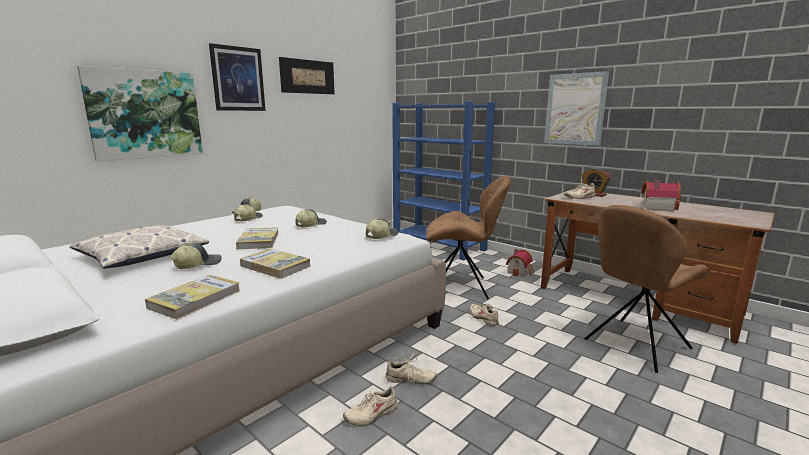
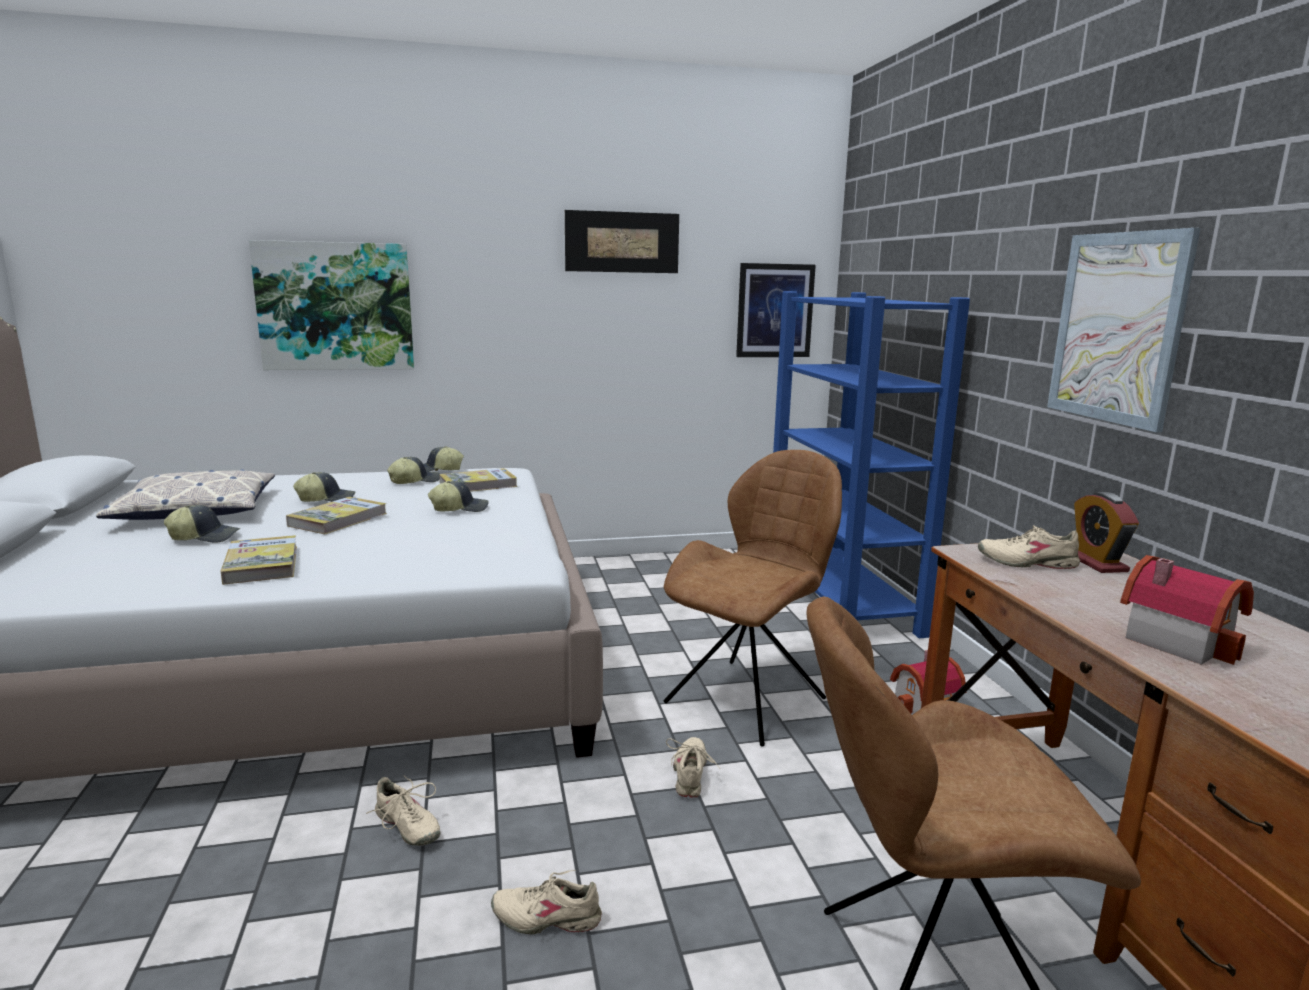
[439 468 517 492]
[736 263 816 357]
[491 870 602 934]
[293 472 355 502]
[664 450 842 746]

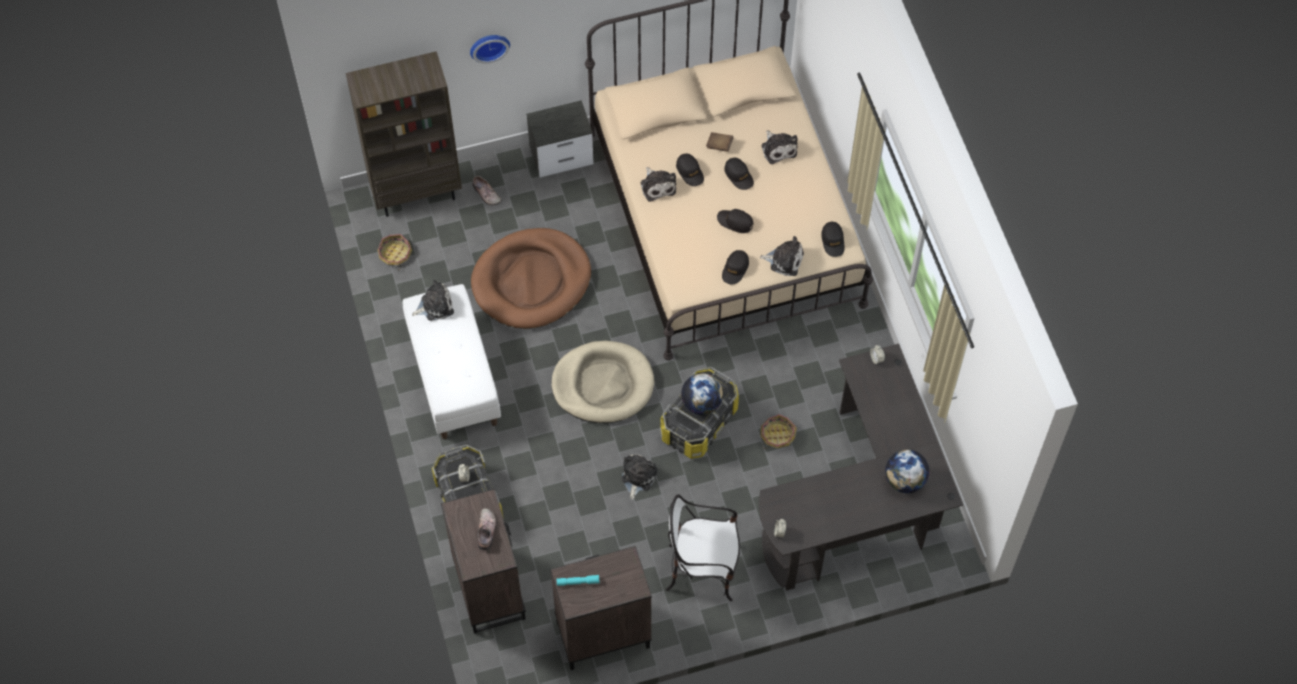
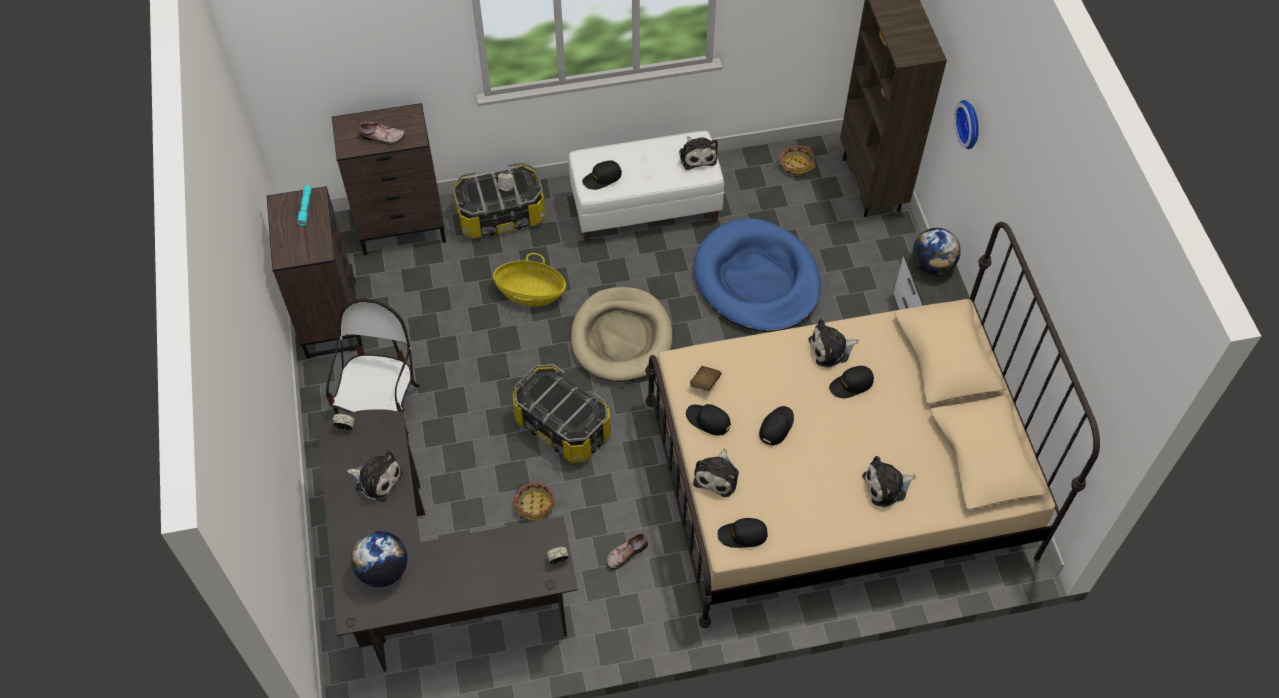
[493 253 566 307]
[606 533 648 570]
[347 451 403 502]
[913 228 961 275]
[690 366 721 392]
[582 160 622 190]
[694 218 821 332]

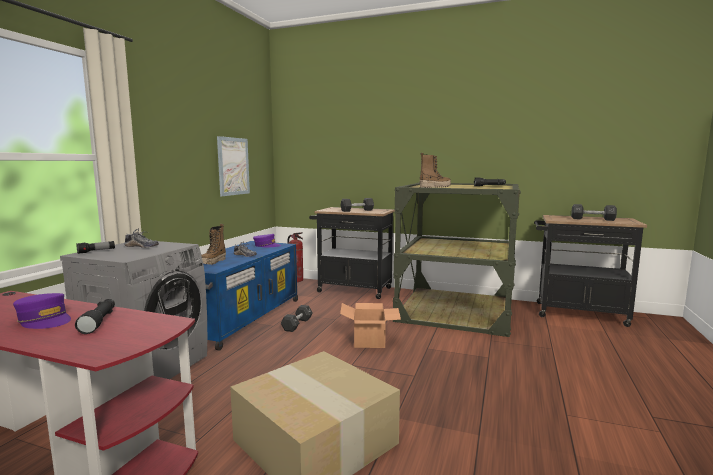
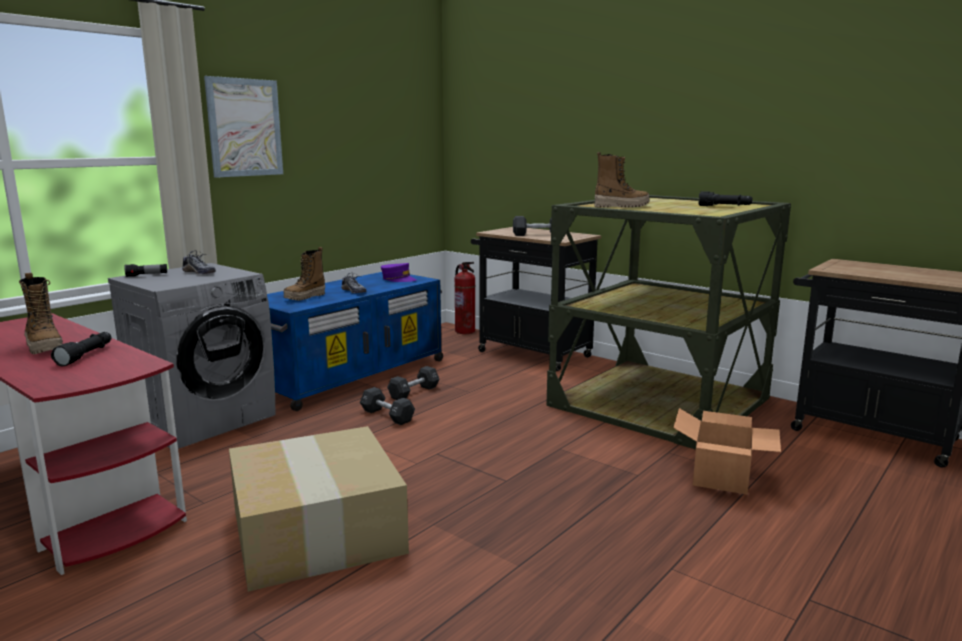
[204 76 283 178]
[673 408 781 495]
[360 387 415 425]
[19 273 63 354]

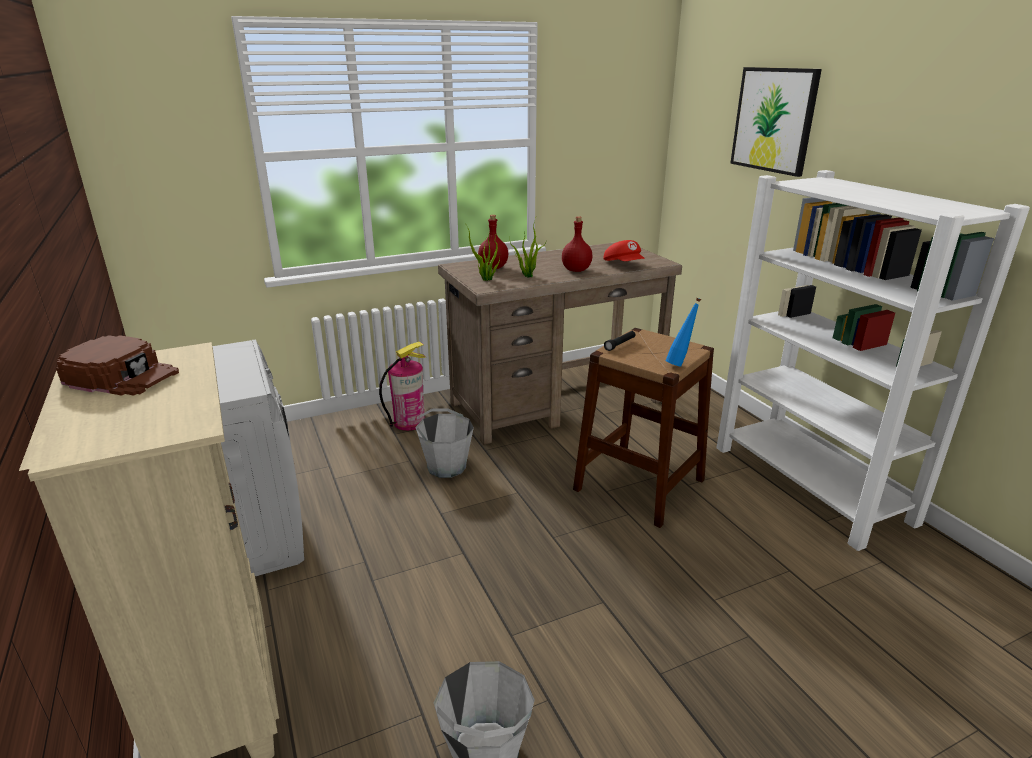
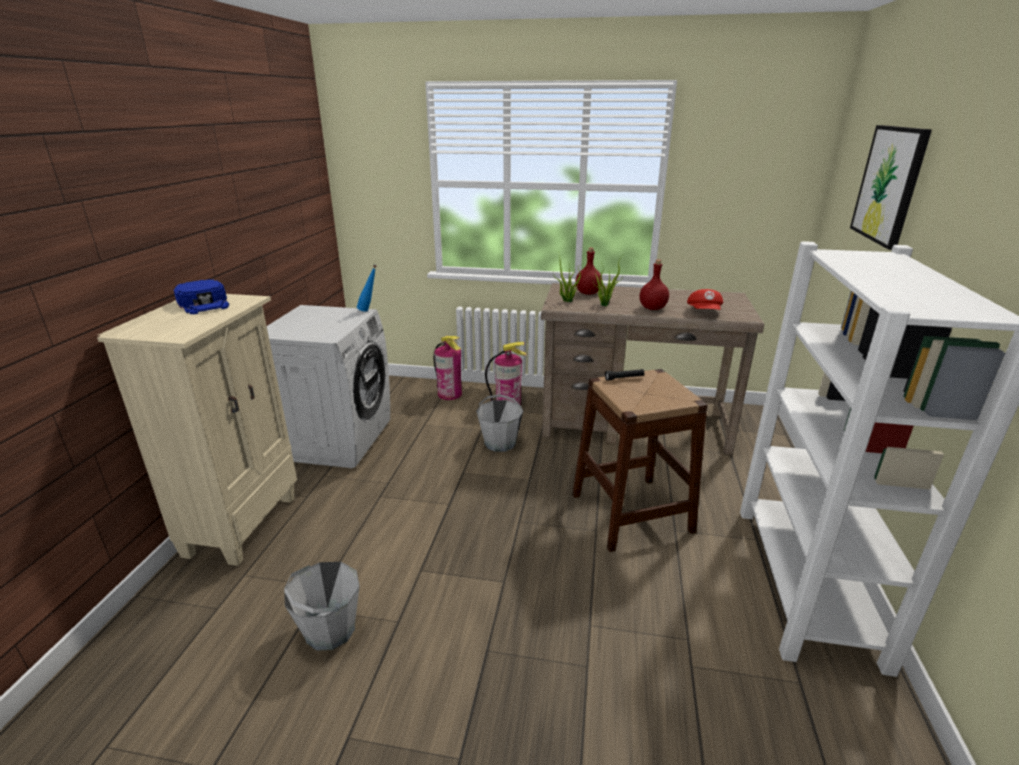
[433 336 462 400]
[357 265 377 312]
[173 279 229 315]

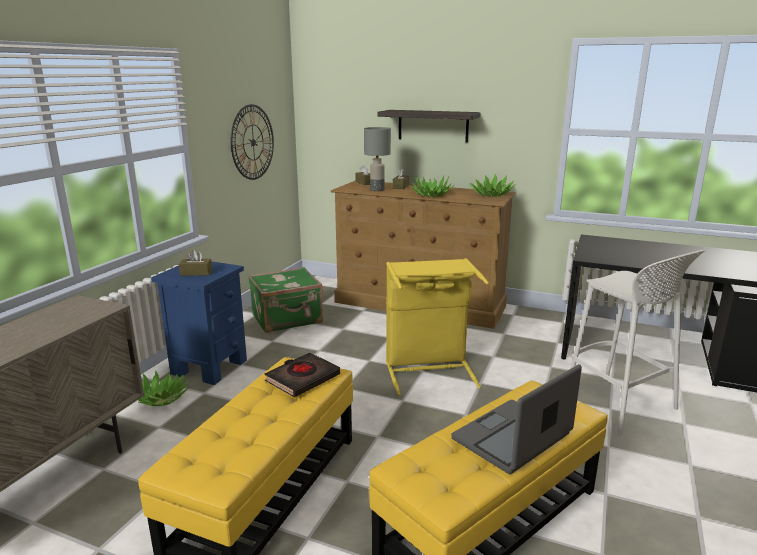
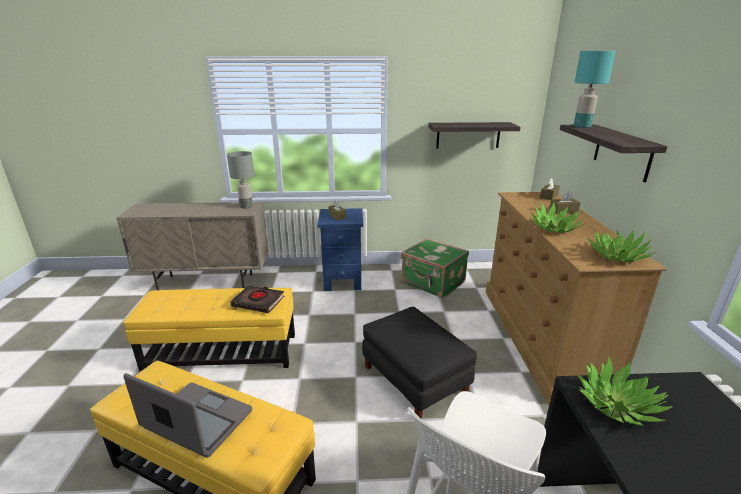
[574 51 616 128]
[577 356 673 426]
[227 151 254 209]
[428 122 521 148]
[362 307 477 419]

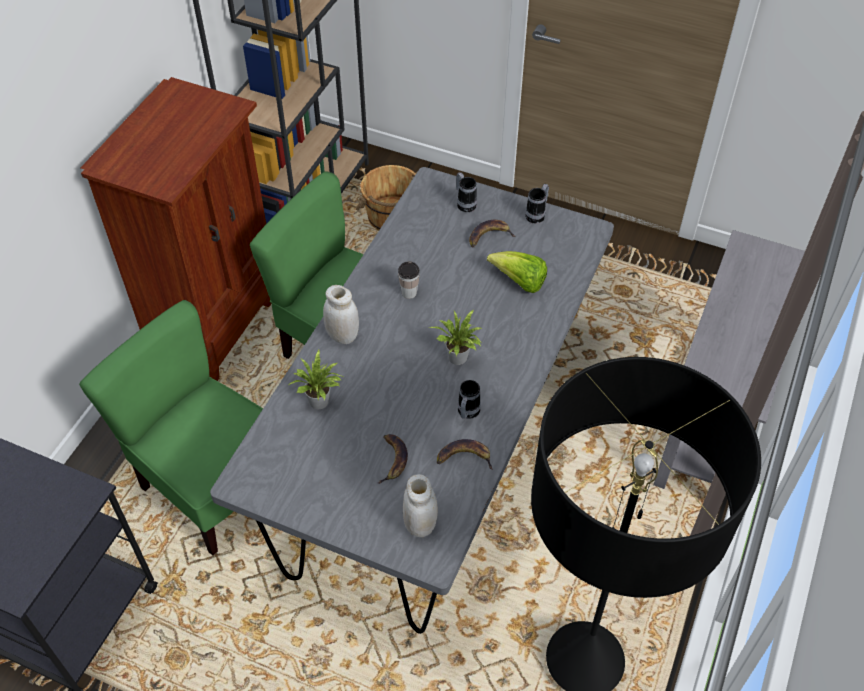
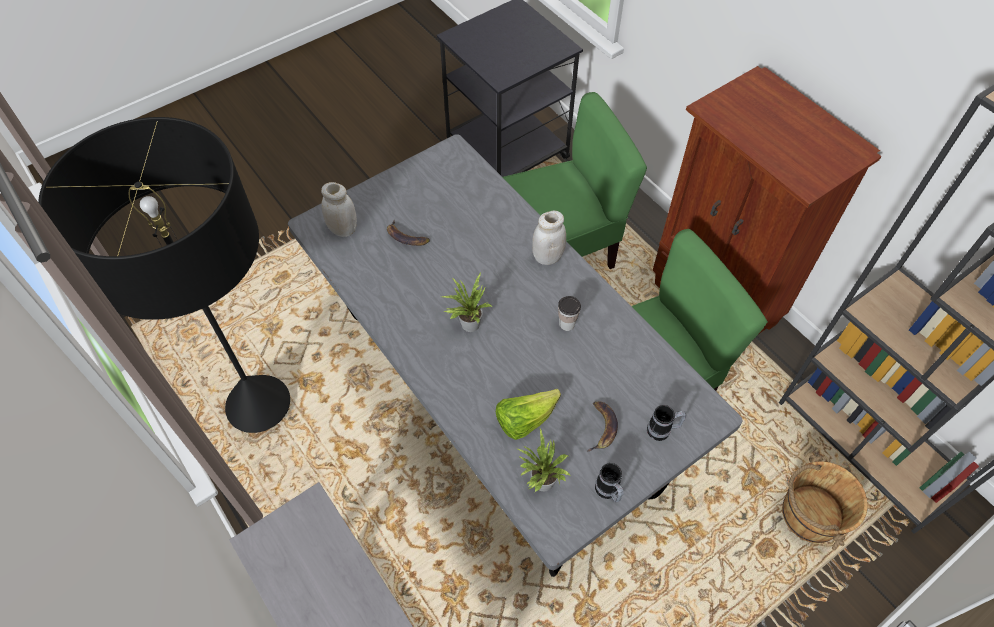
[437 439 493 470] (first image)
[458 380 481 419] (first image)
[517 429 571 492]

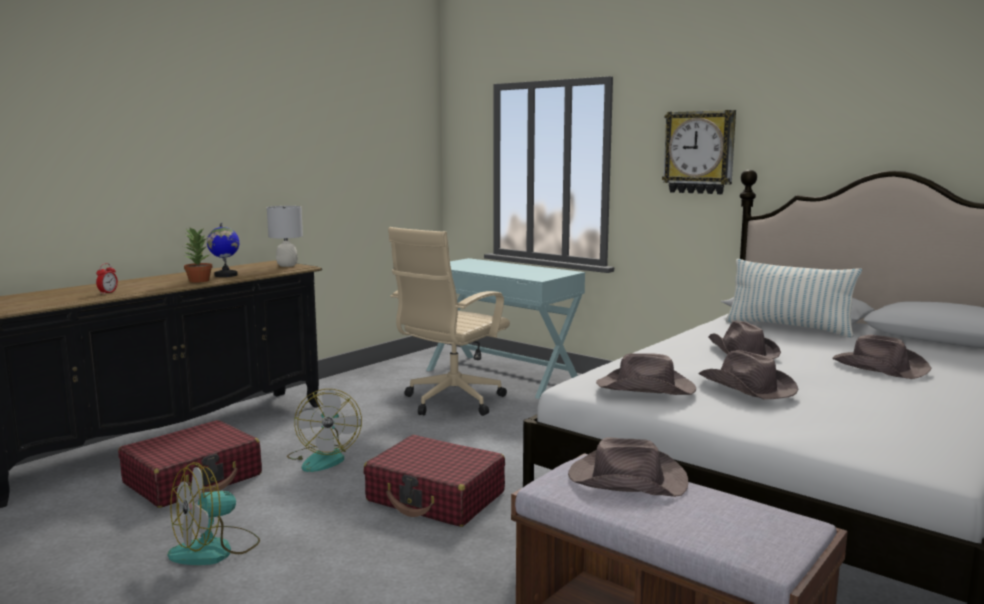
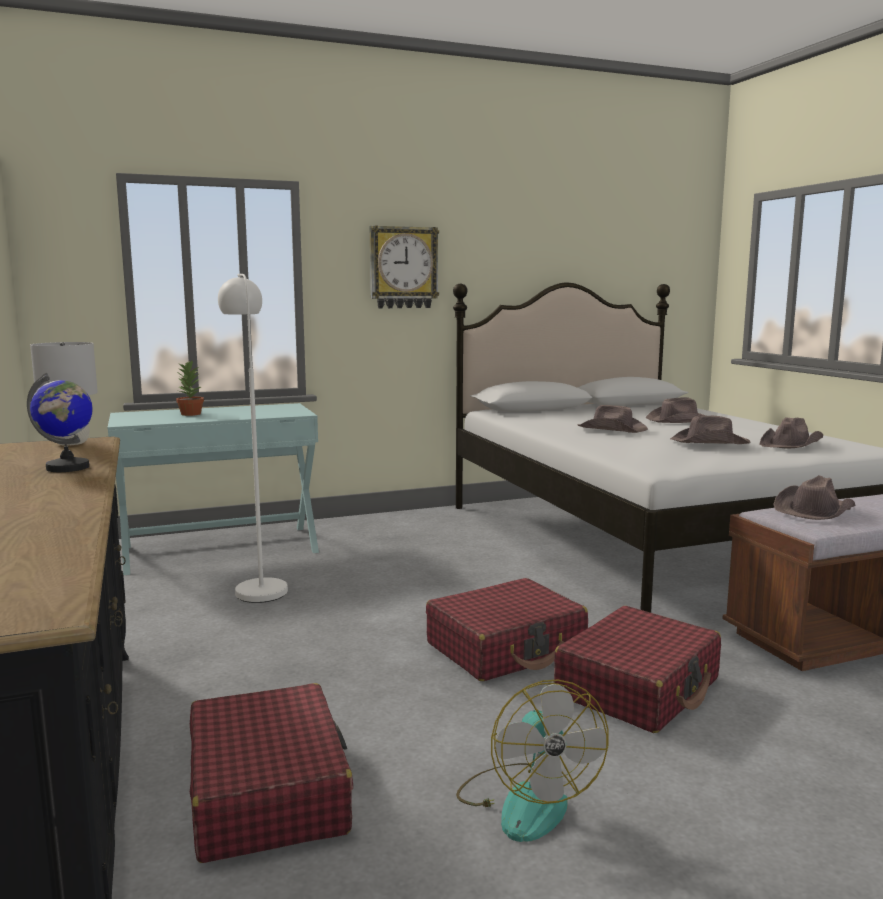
[96 263 118 295] (first image)
[287 389 362 472] (first image)
[726 259 862 337] (first image)
[554 606 721 733]
[176 361 204 416]
[759 417 823 449]
[218 274 288 603]

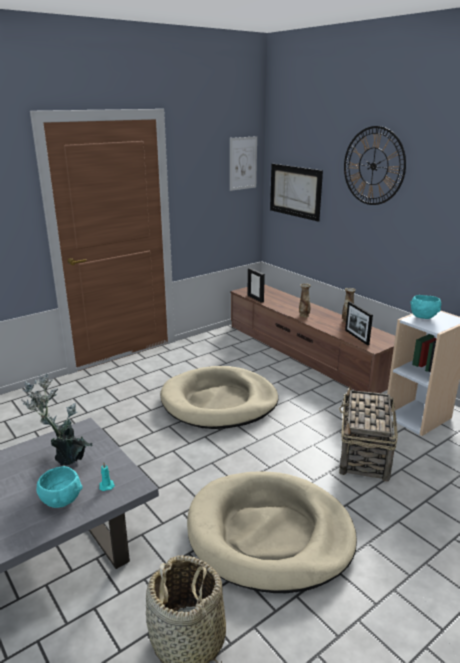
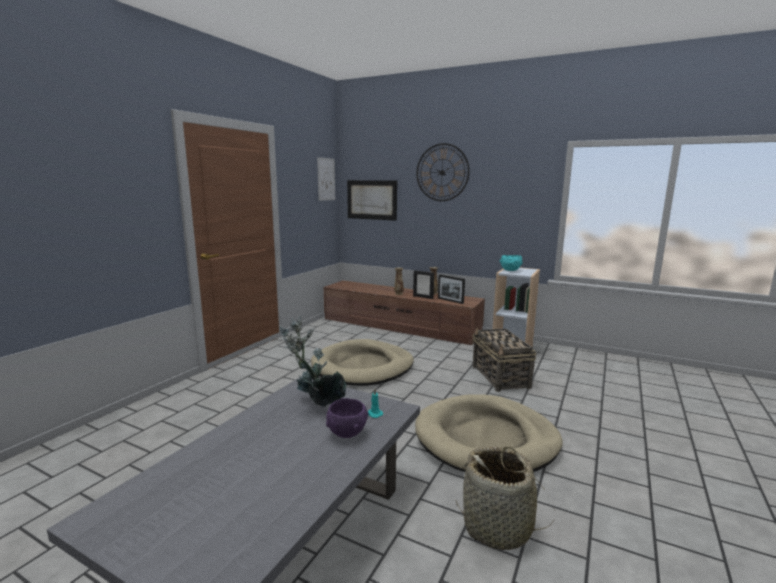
[413 270 434 299]
[326 398 368 438]

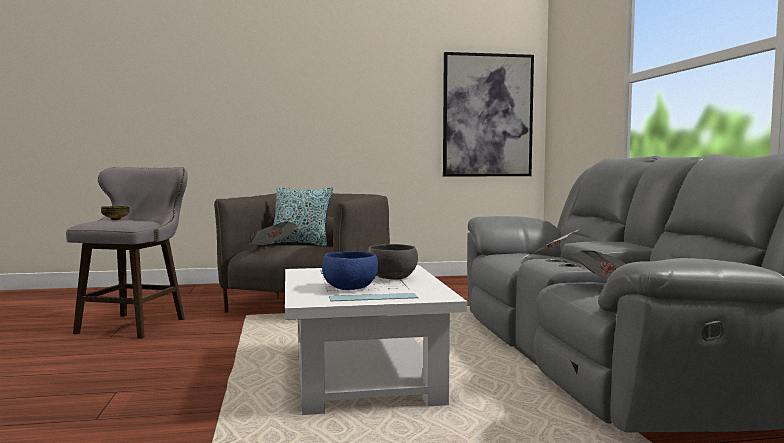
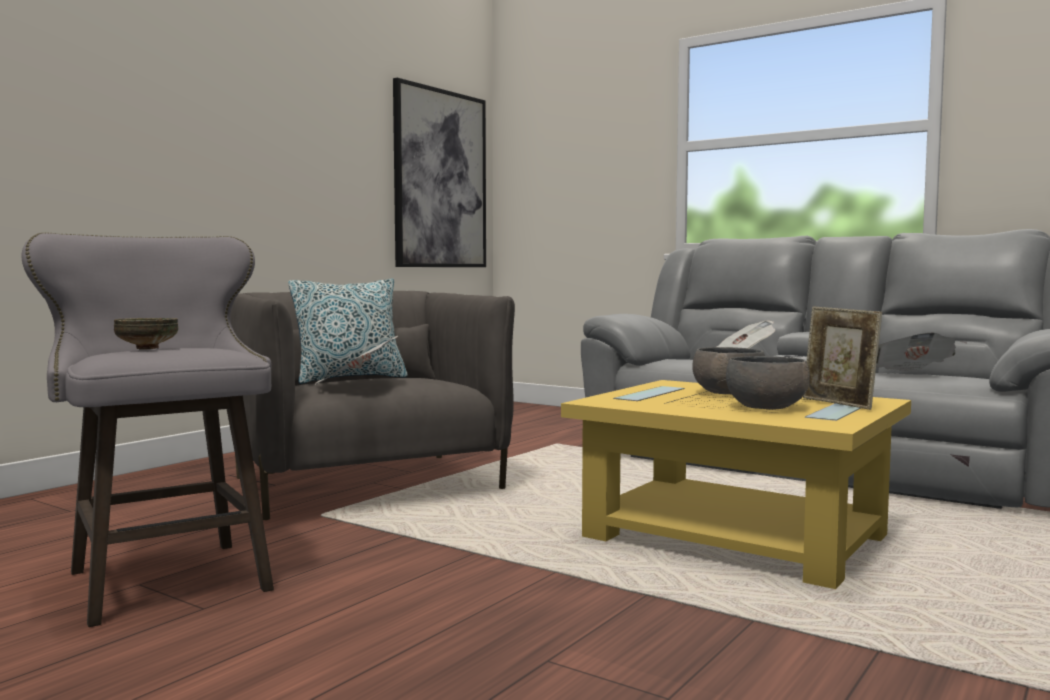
[803 306 882 410]
[561 380 911 589]
[726 356 810 410]

